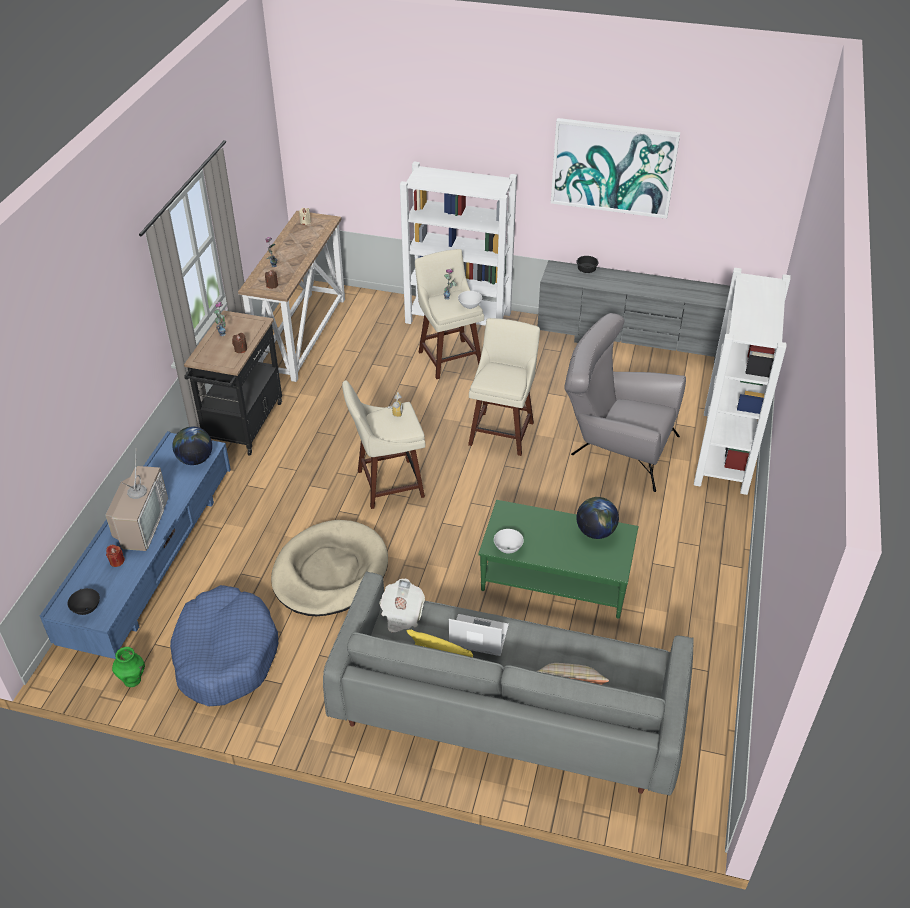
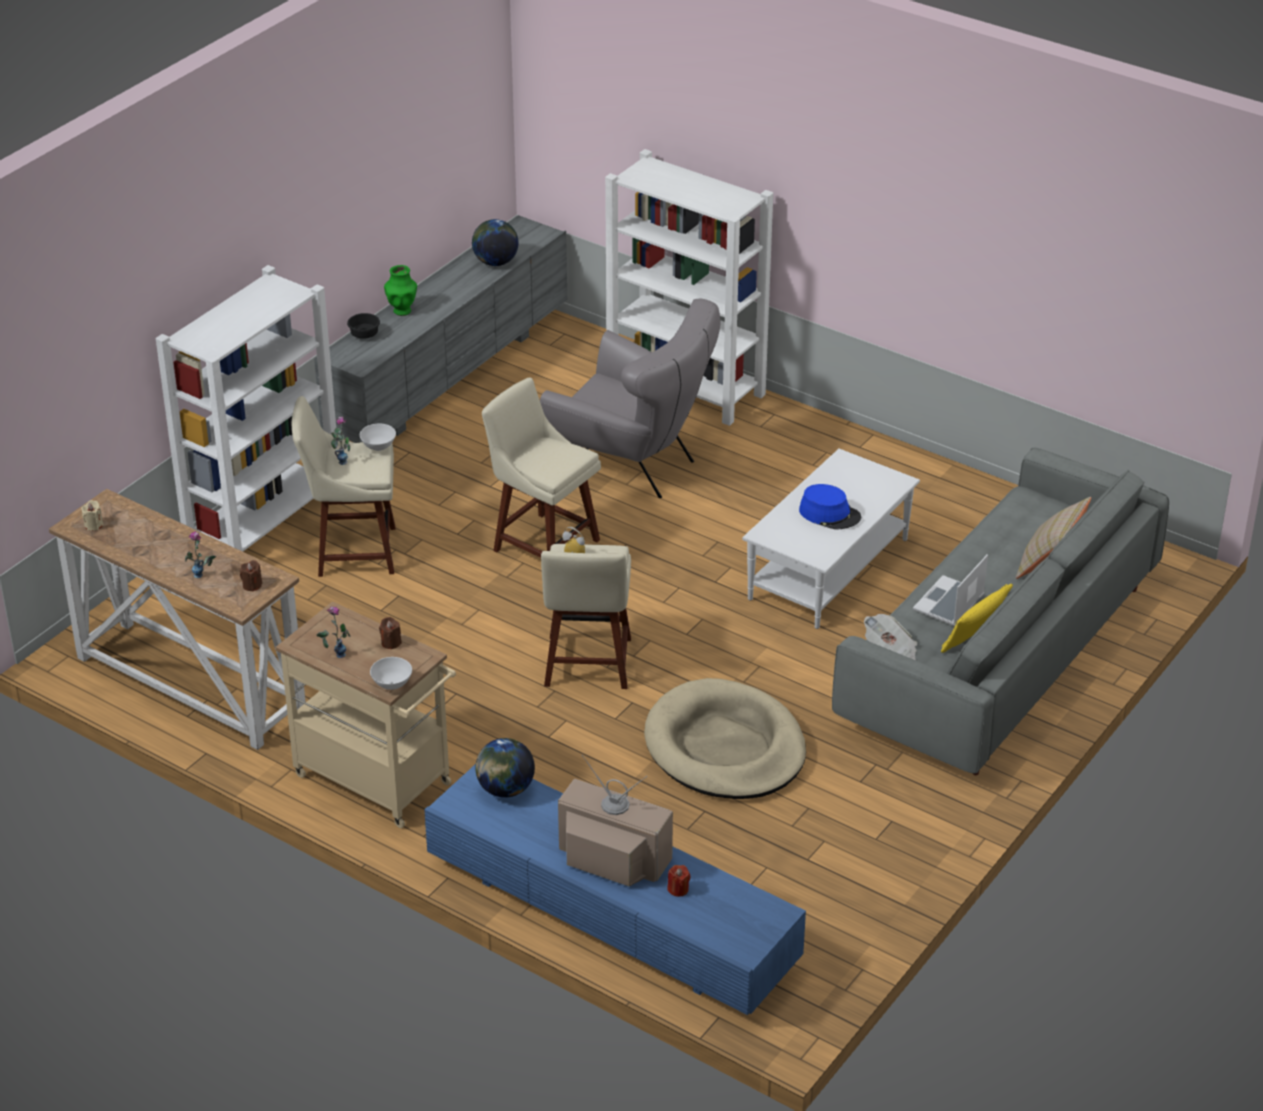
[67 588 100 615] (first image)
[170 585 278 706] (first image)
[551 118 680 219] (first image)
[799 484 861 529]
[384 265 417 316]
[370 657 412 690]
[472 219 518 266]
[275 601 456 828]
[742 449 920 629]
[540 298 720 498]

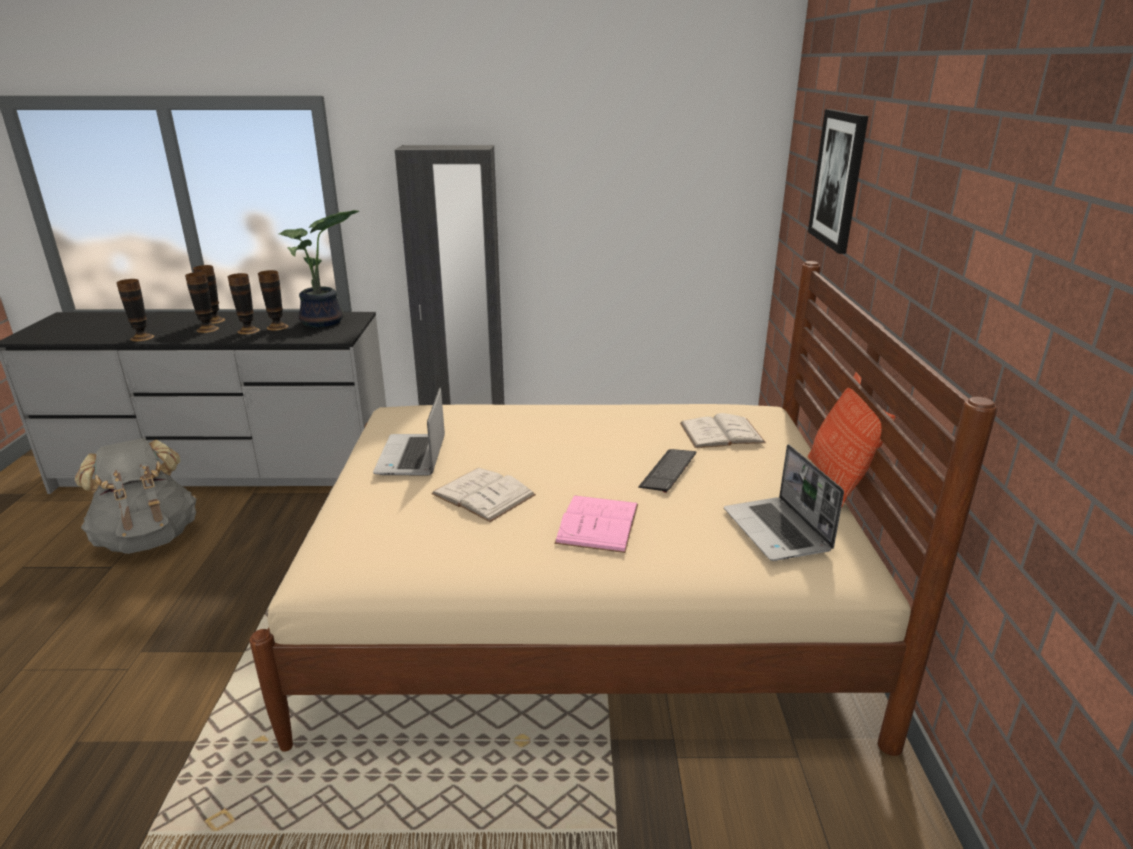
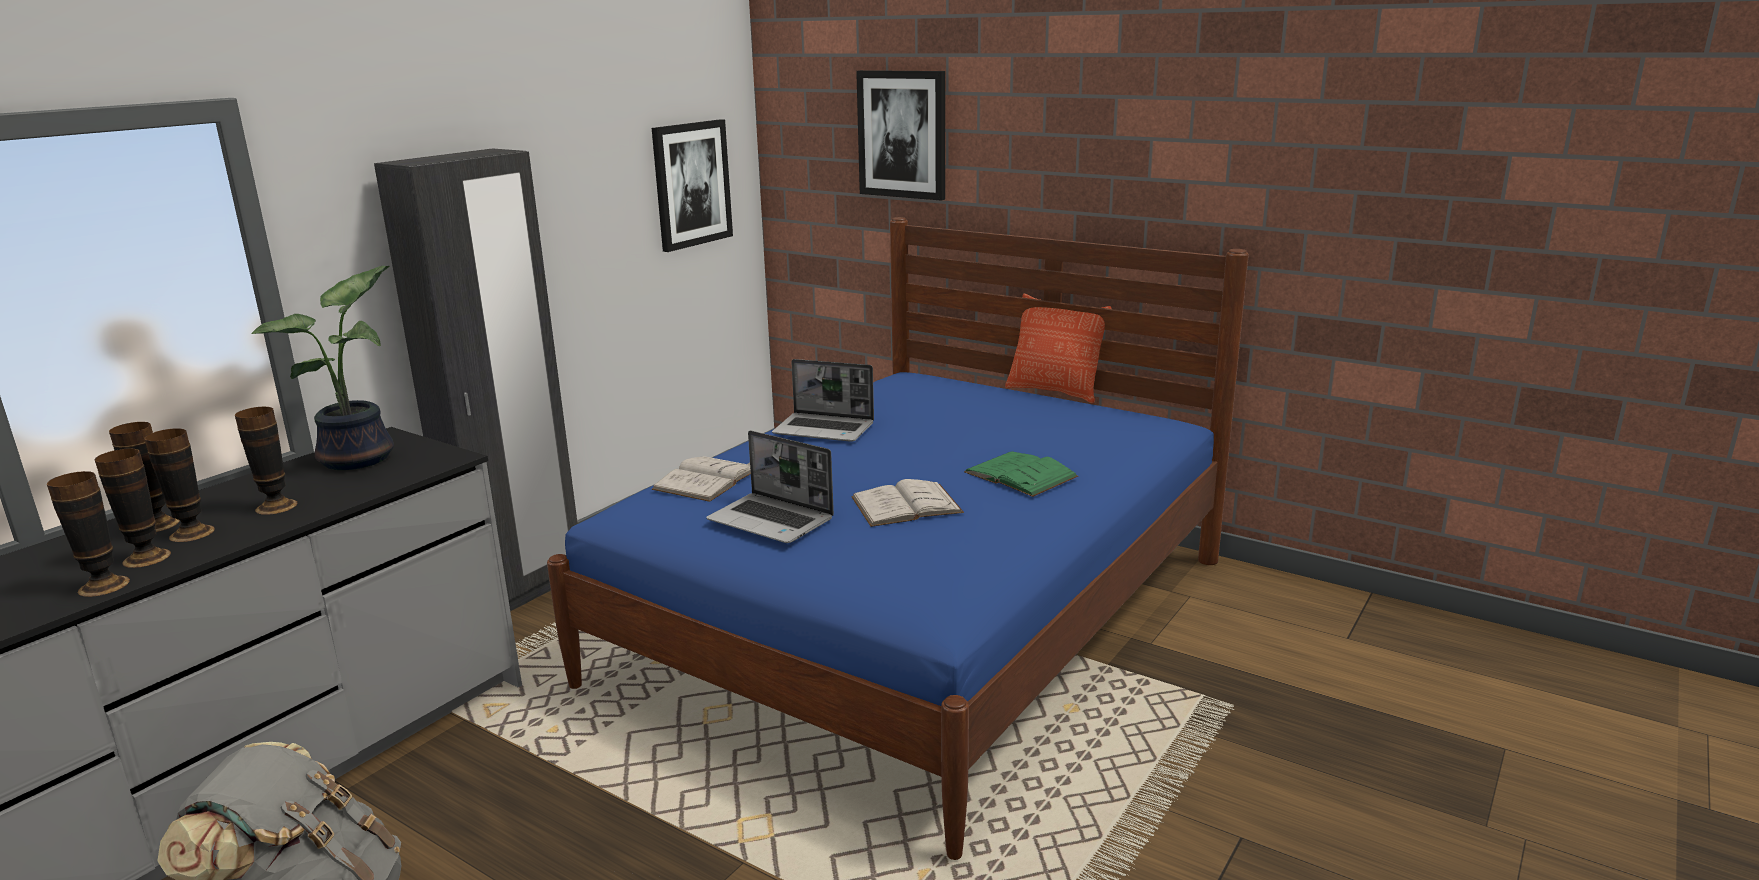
[638 449 696 493] (first image)
[652 119 733 252]
[95 449 171 568]
[652 456 751 502]
[772 359 874 442]
[547 217 1249 860]
[964 451 1078 497]

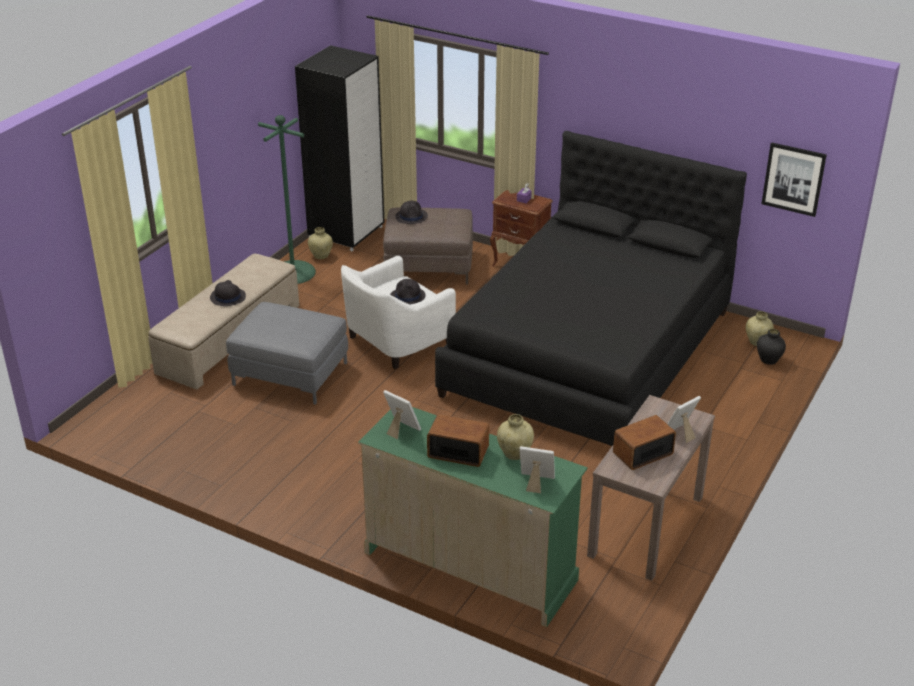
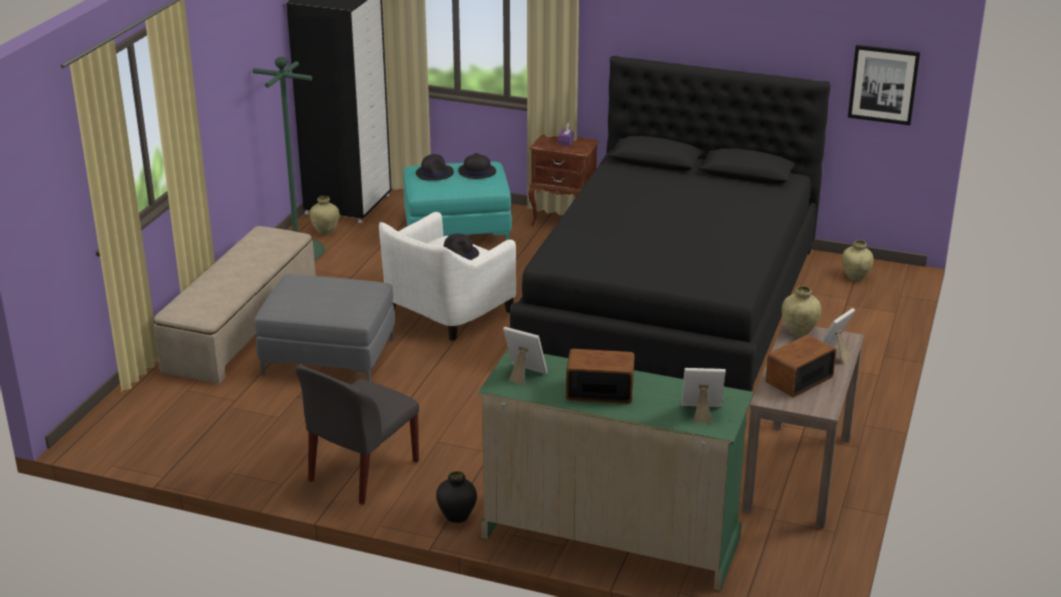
[295 365 419 505]
[458 153 496 179]
[782 286 821 336]
[436 471 477 523]
[403 161 512 240]

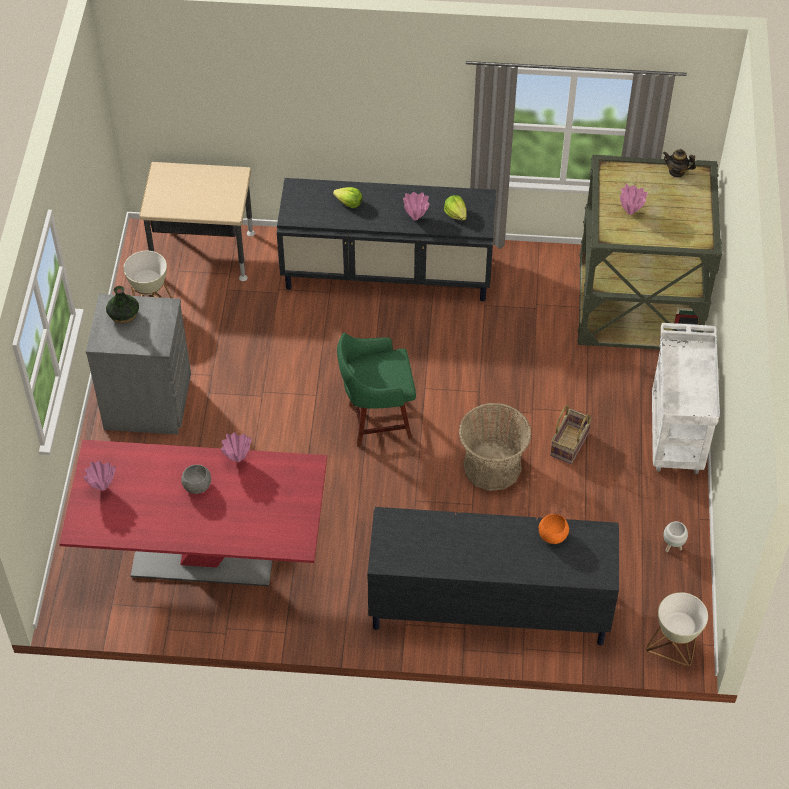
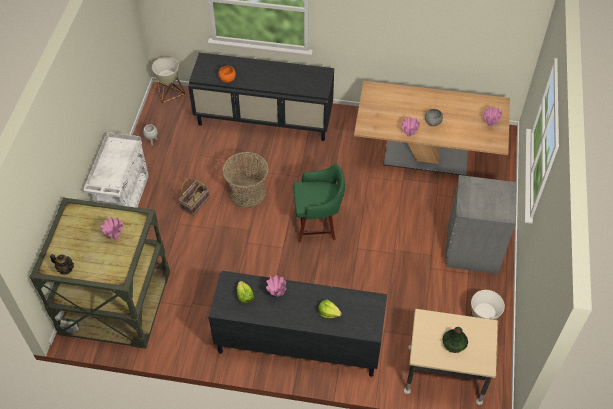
[442 327 468 353]
[354 81 510 176]

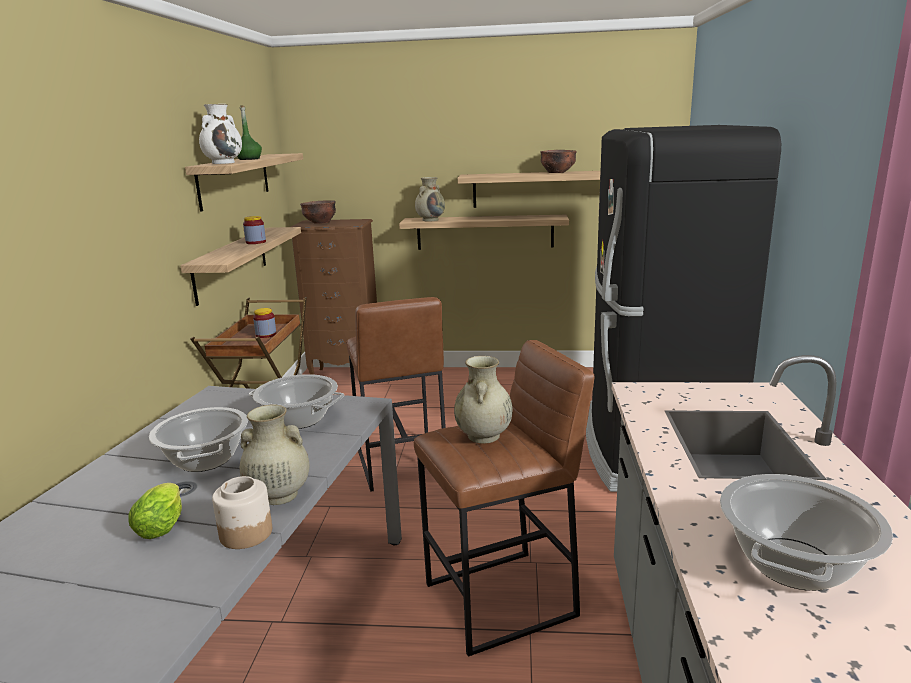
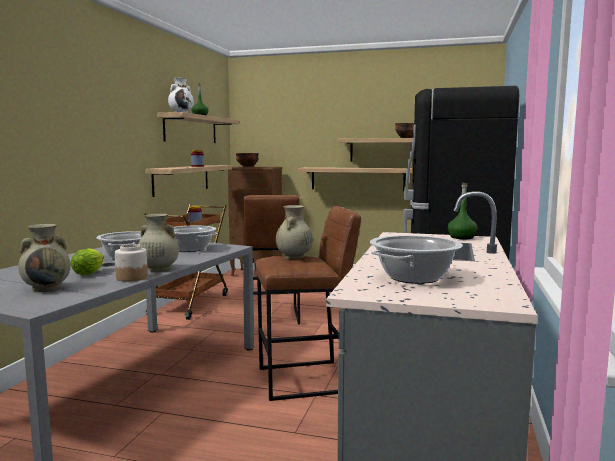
[448 183 478 239]
[18 224 71 292]

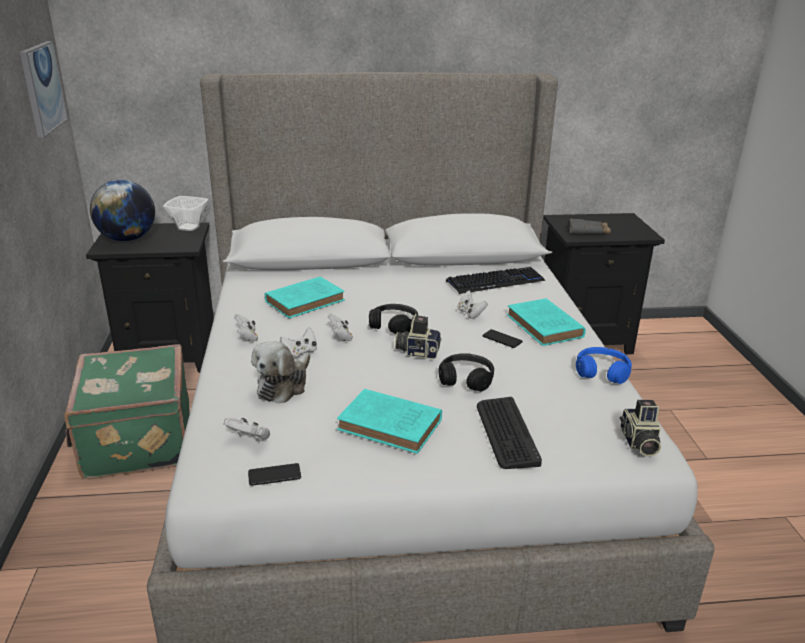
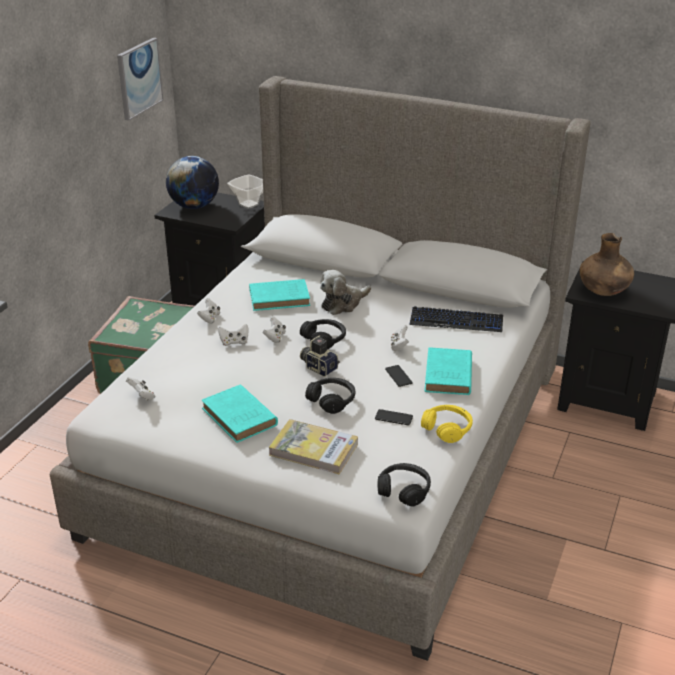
[375 409 413 425]
[320 270 371 315]
[269 419 358 474]
[580 233 634 296]
[377 463 431 507]
[421 405 473 443]

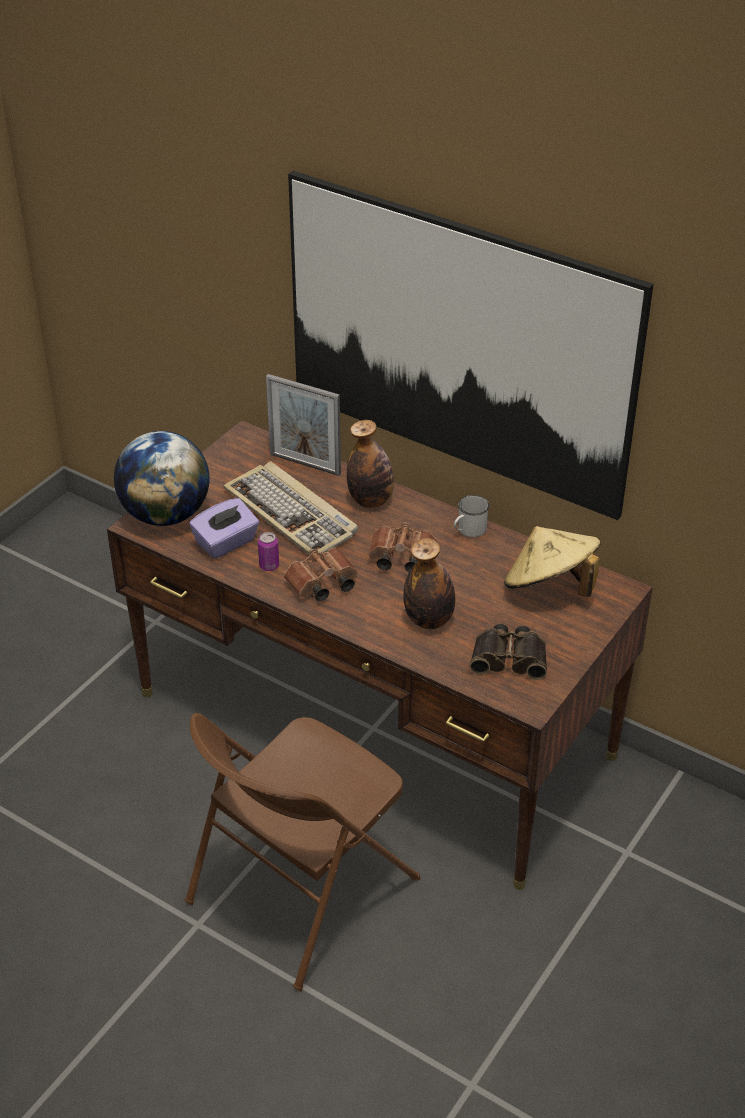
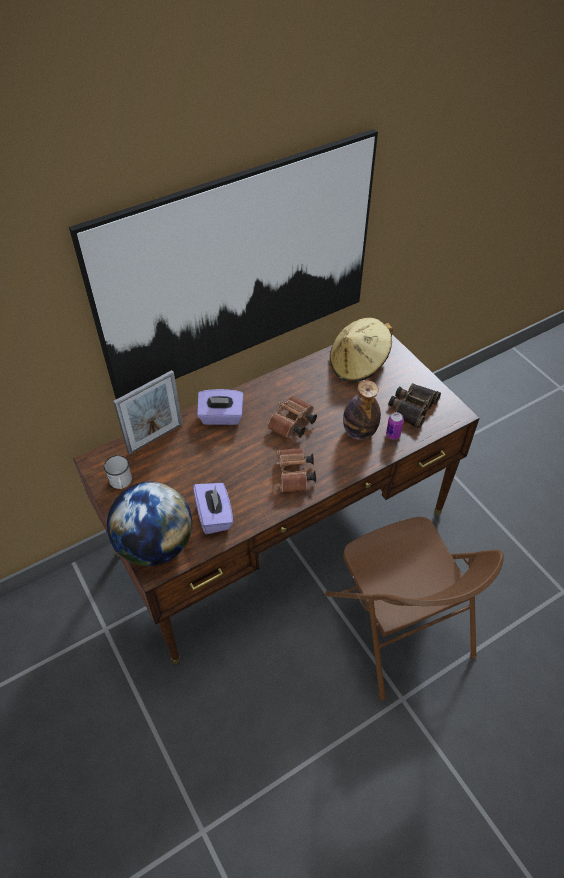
[224 461 358 554] (first image)
[386 412 404 440]
[104 455 132 489]
[197 389 244 425]

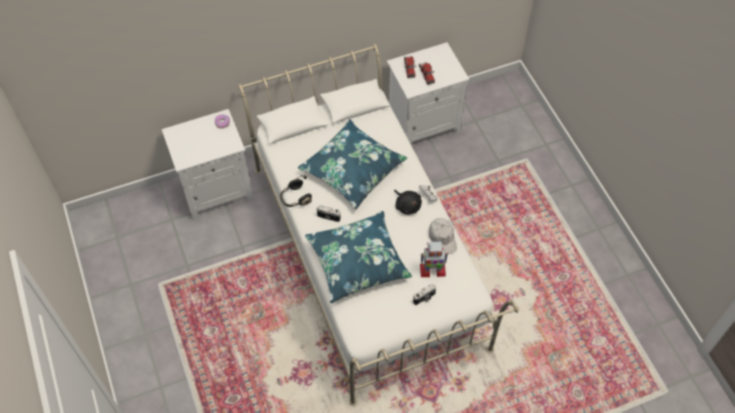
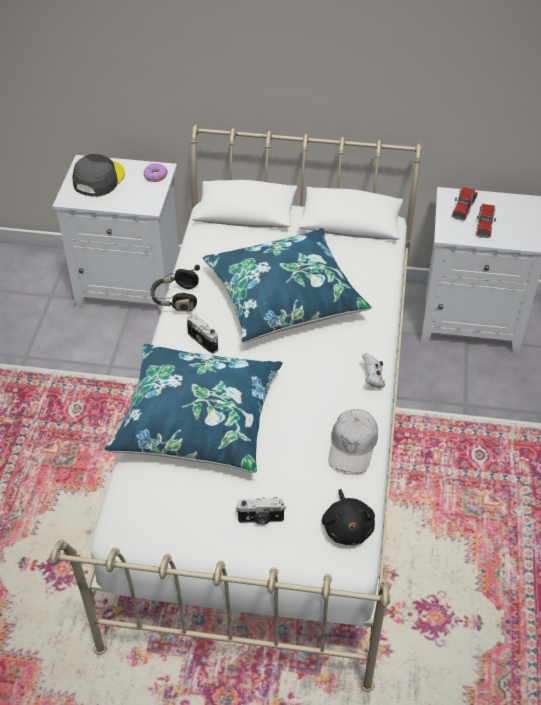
[420 242 448 277] (first image)
[72 154 125 197]
[322 489 375 545]

